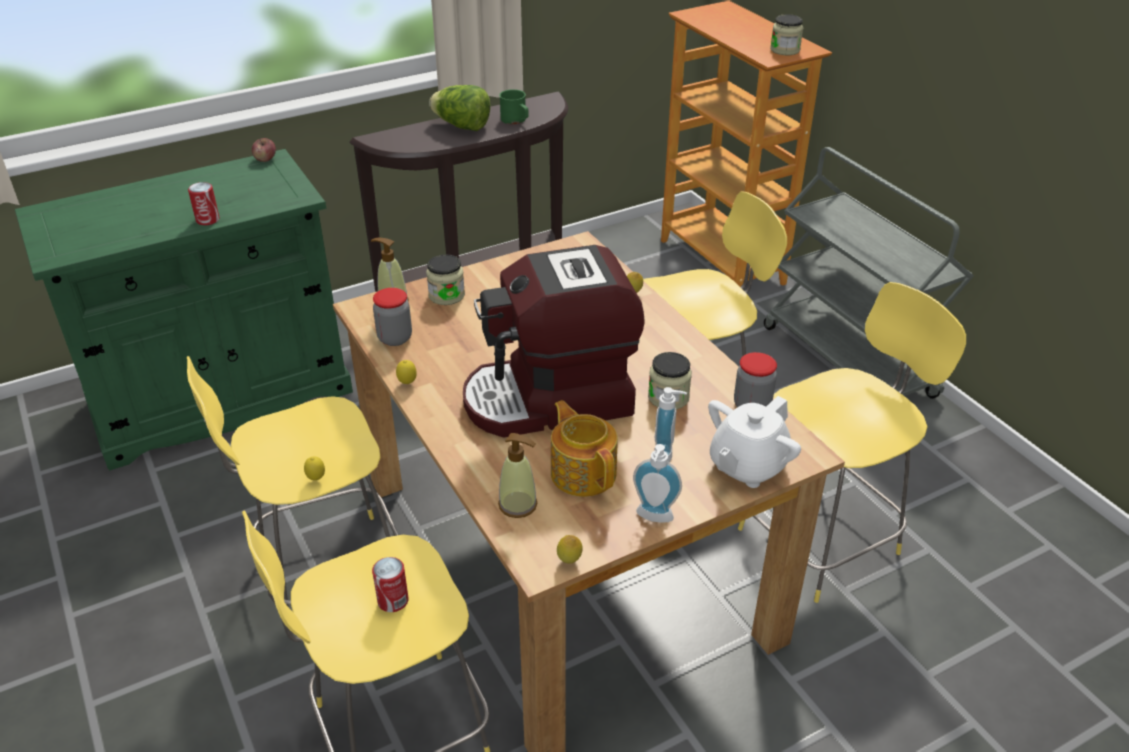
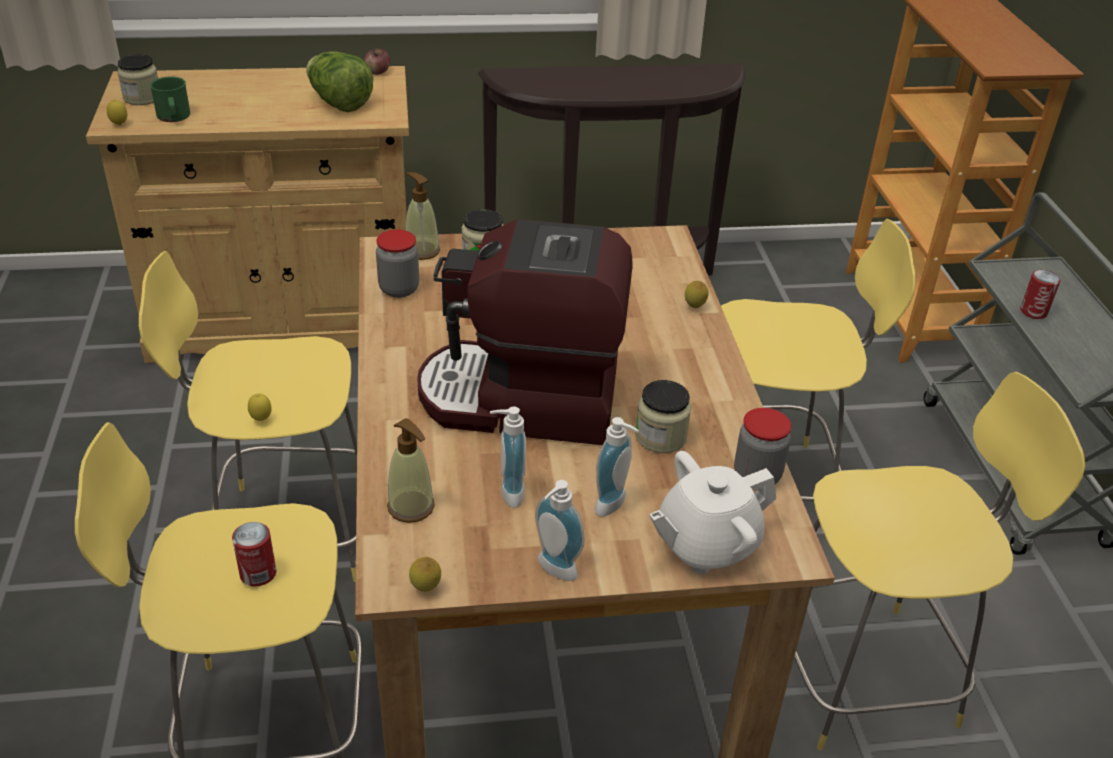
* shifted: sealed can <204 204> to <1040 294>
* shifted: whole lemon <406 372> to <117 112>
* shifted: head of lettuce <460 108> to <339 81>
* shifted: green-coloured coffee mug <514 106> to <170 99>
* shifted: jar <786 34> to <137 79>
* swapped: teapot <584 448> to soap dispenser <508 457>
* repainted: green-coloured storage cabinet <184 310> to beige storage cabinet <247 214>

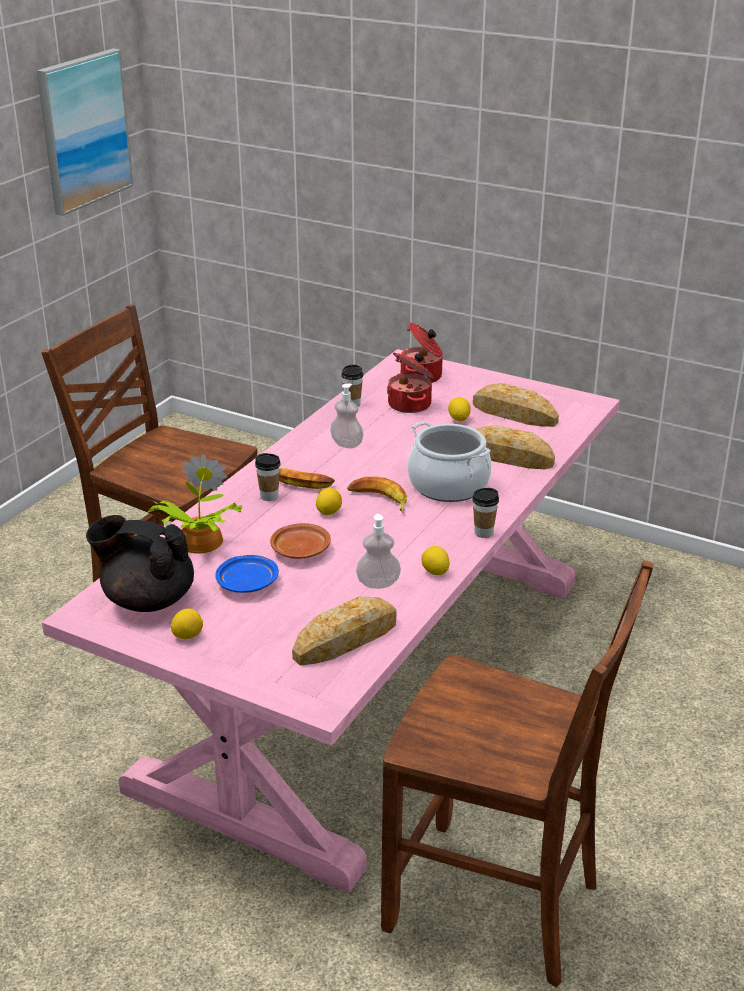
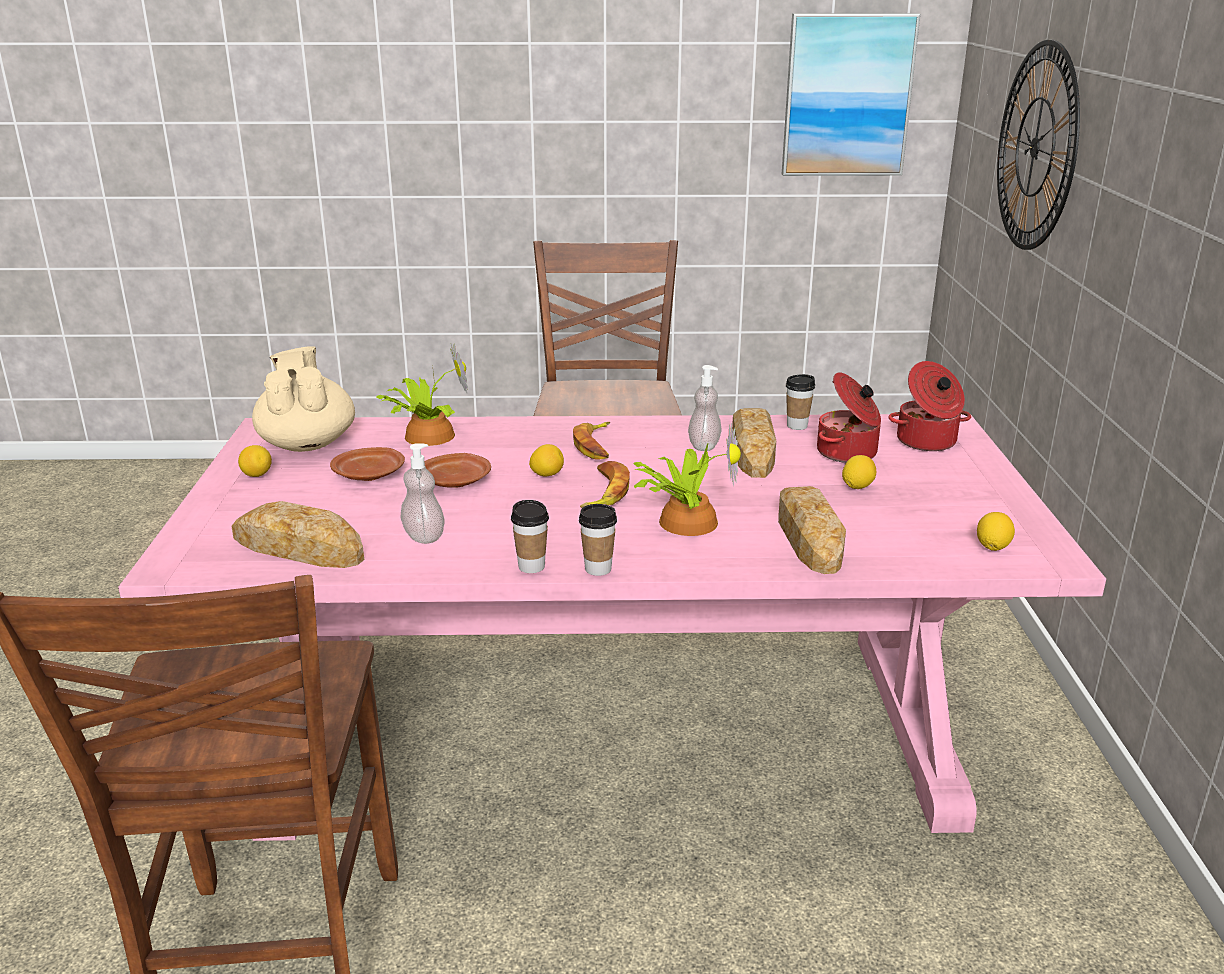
* new: clock on the wall <1038 144>
* shifted: small cup <268 477> to <530 536>
* shifted: whole lemon <435 560> to <996 531>
* shifted: bread <516 405> to <754 443>
* swapped: saucepot <450 462> to potted plant <687 479>
* repainted: blackish teapot <140 563> to beige teapot <303 399>
* repainted: blue dinner plate <247 574> to brown dinner plate <367 464>

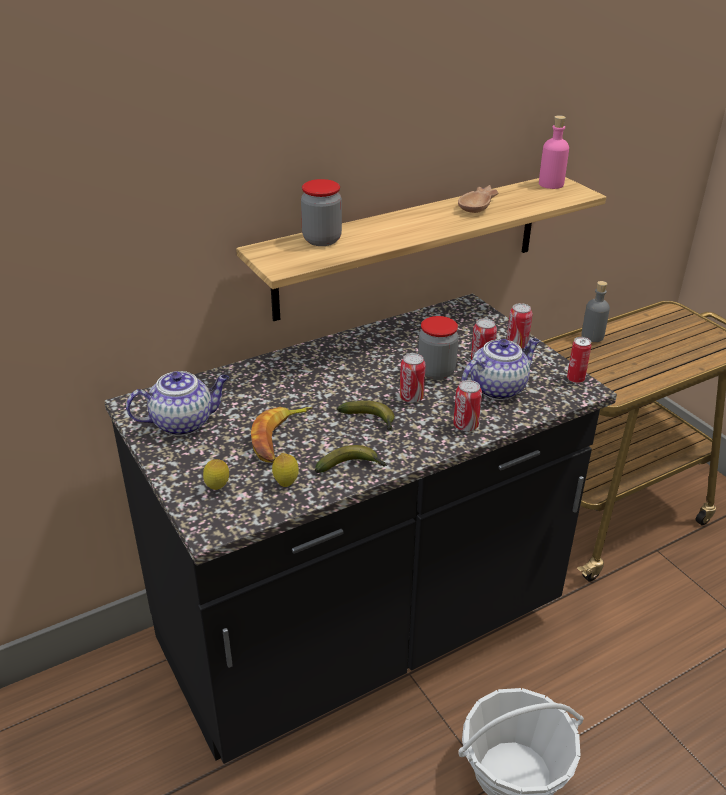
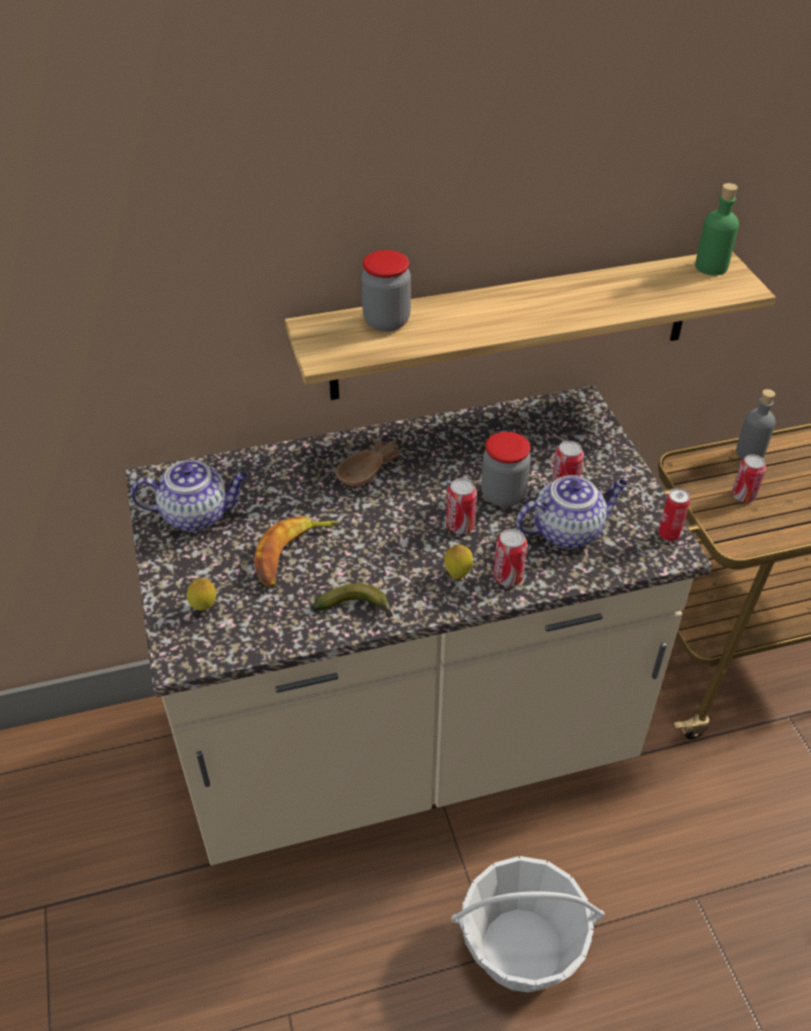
* gone: whole banana <366 416>
* shifted: whole lemon <285 470> to <458 561>
* shifted: brown deep dish <478 199> to <367 462>
* shifted: sealed can <519 326> to <749 478>
* repainted: blackish kitchen counter <360 529> to beige kitchen counter <418 625>
* repainted: pinkish beverage bottle <554 152> to green-coloured beverage bottle <717 229>

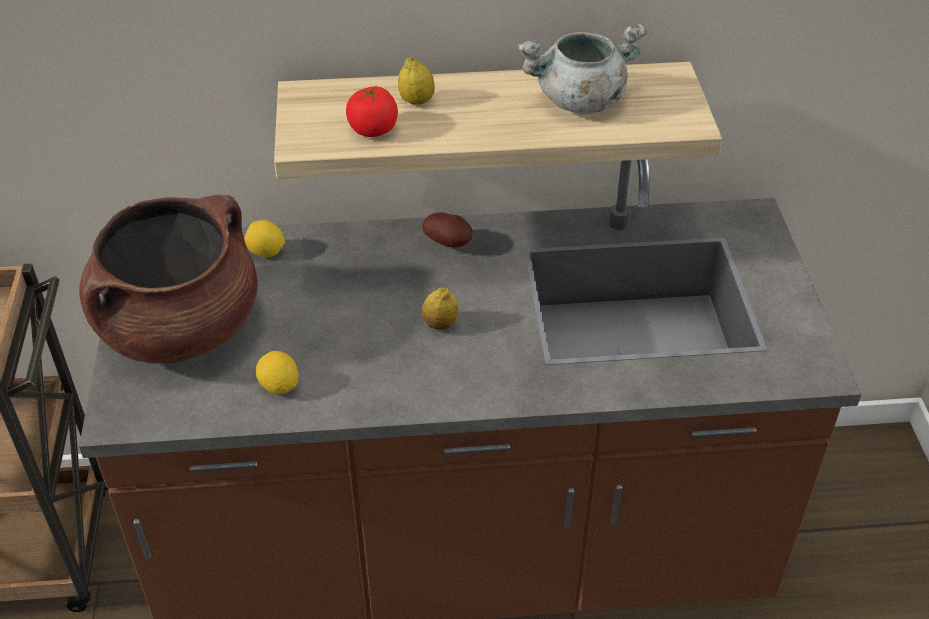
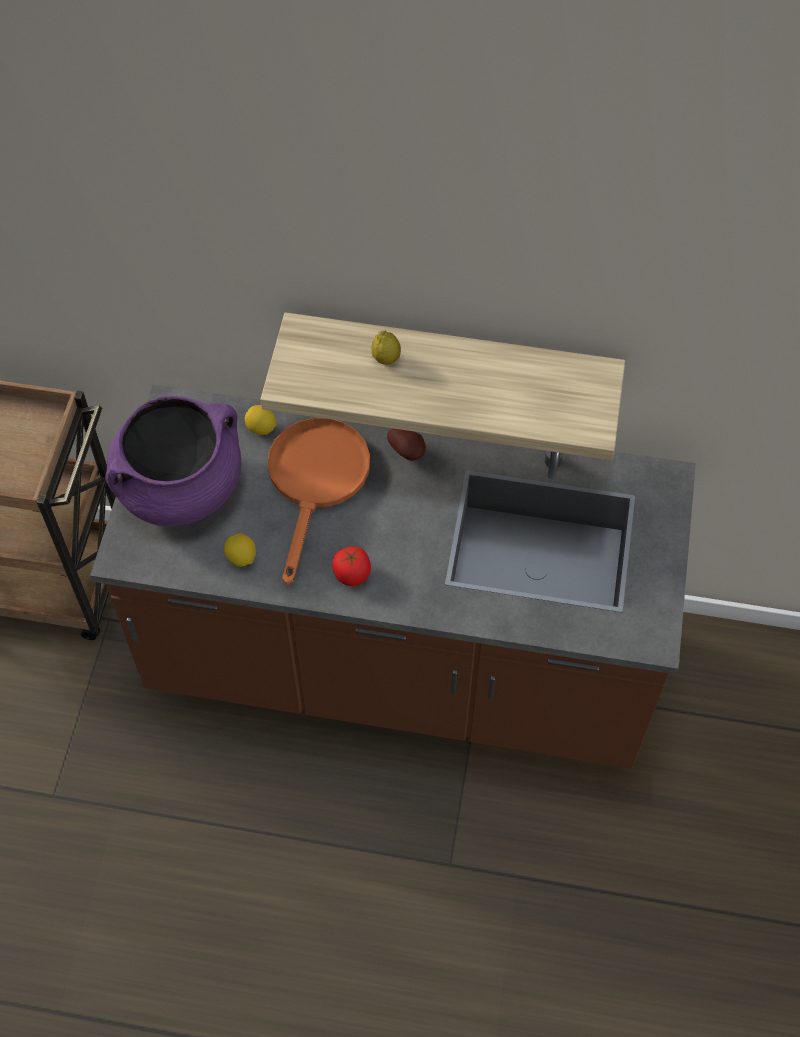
* gone: whole lemon <440 308>
* gone: gray saucepot <582 68>
* new: orange skillet <319 501>
* shifted: whole tomato <372 111> to <351 566>
* repainted: brown saucepot <168 279> to purple-coloured saucepot <173 461>

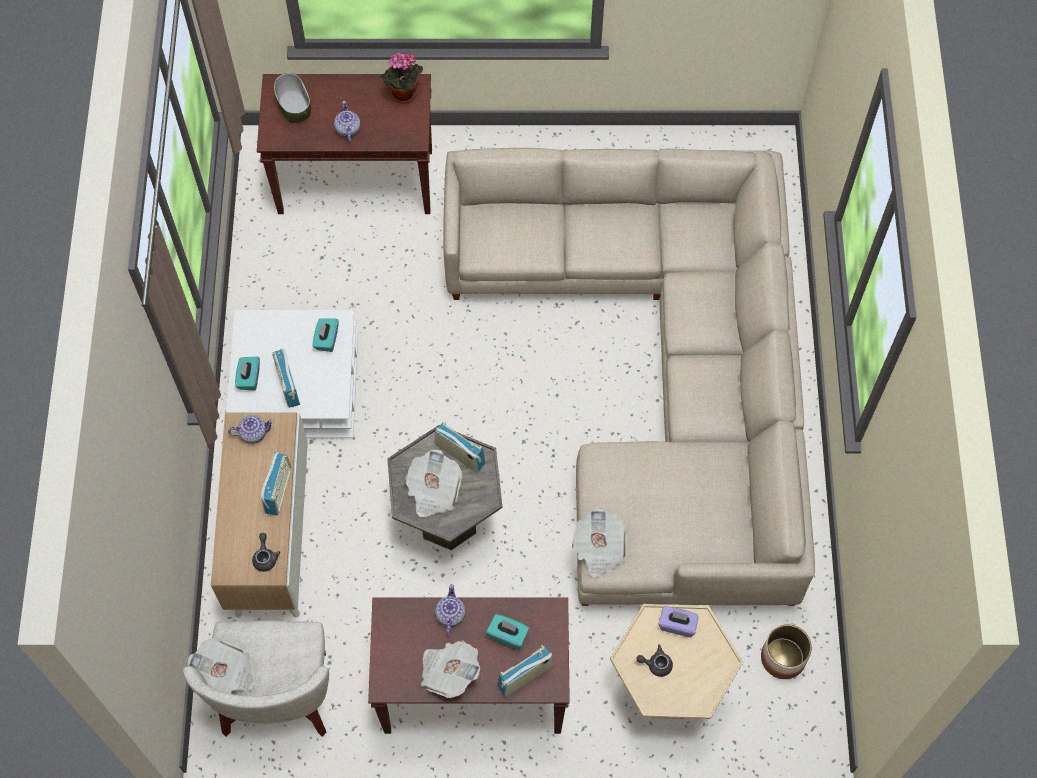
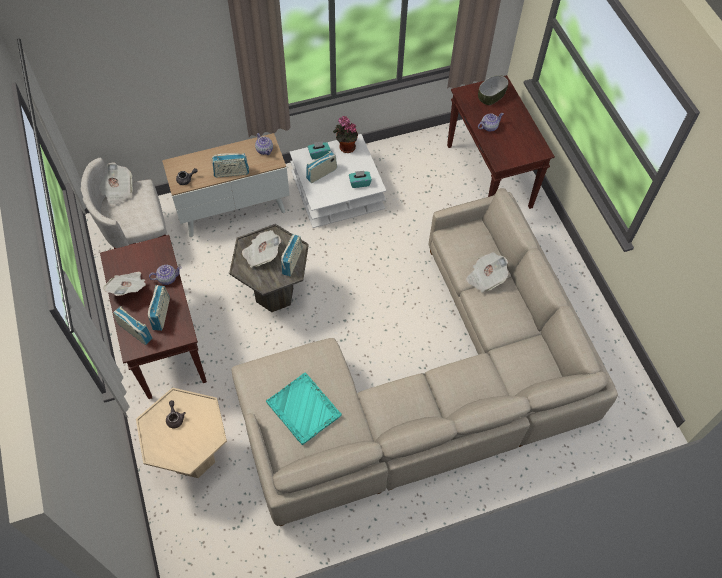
* gone: purple-coloured tissue holder <678 621>
* gone: planter <786 651>
* new: turquoise-coloured carrying tray <304 409>
* shifted: potted plant <401 78> to <345 134>
* shifted: daily paper <600 543> to <487 273>
* swapped: turquoise-coloured tissue holder <507 631> to radio receiver <159 308>

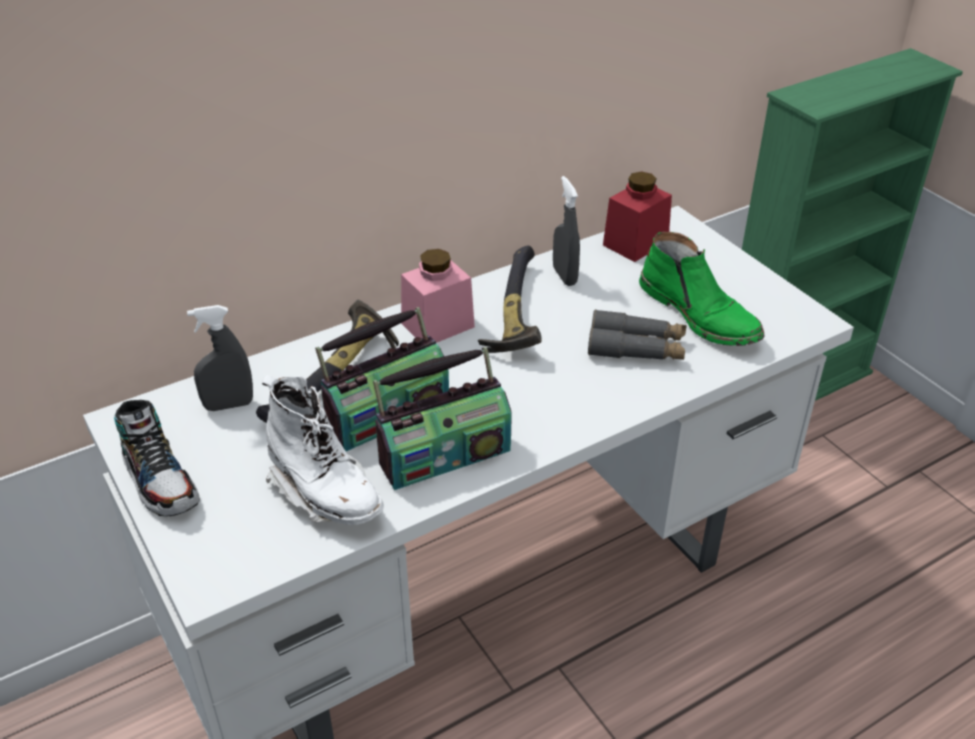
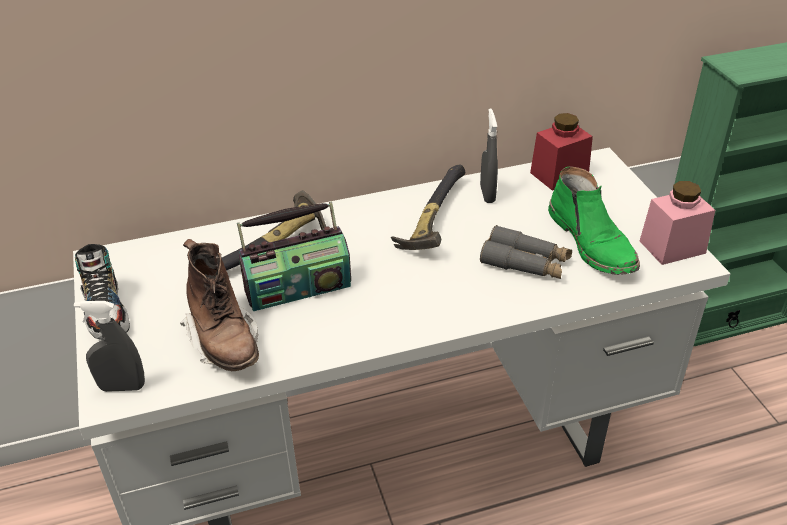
* gone: radio receiver <442 418>
* shifted: gray hand sprayer <220 358> to <109 346>
* shifted: pinkish jar <438 296> to <677 223>
* repainted: white high-top boot <323 450> to brown high-top boot <219 305>

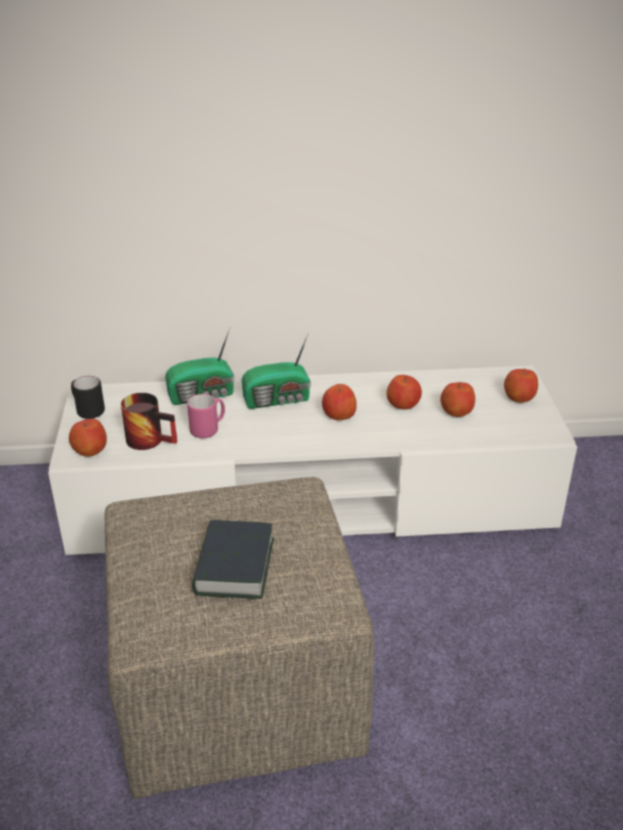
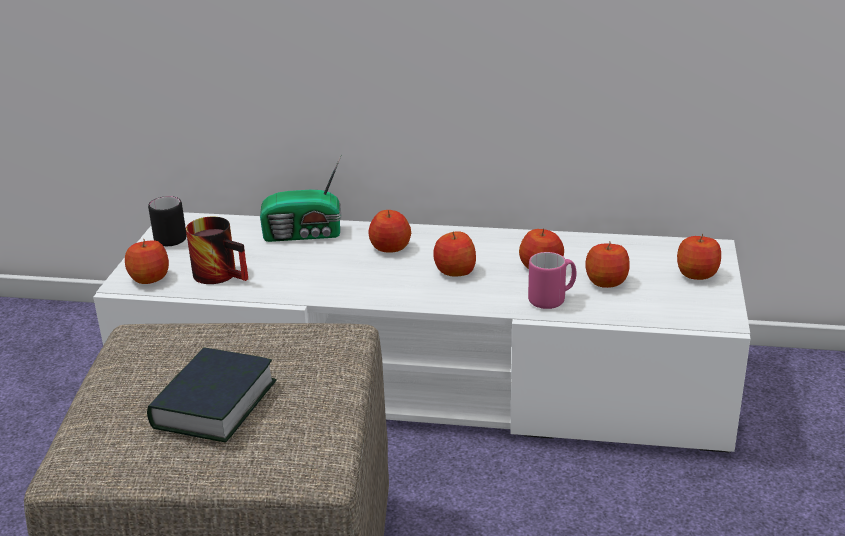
* shifted: pinkish coffee mug <206 416> to <552 280>
* swapped: radio receiver <276 371> to apple fruit <390 231>

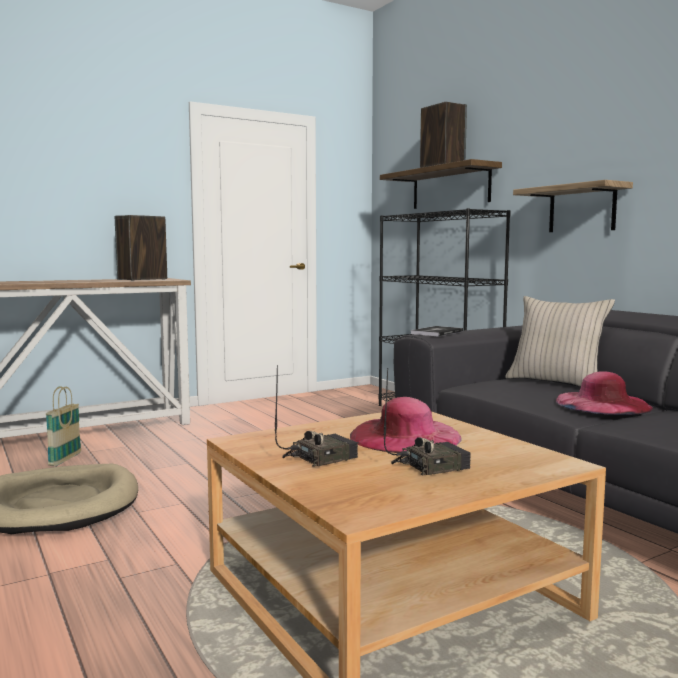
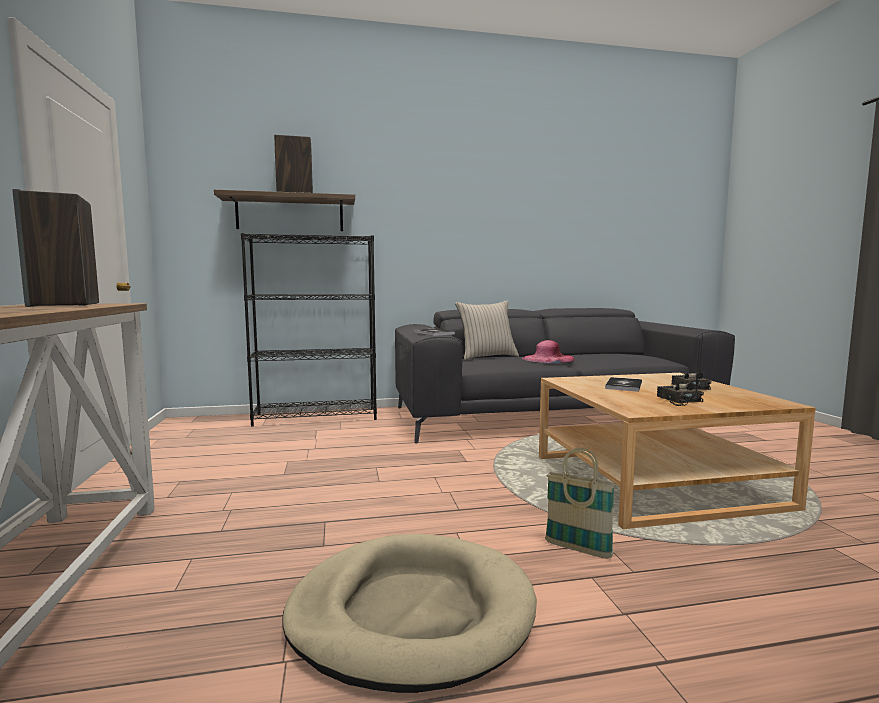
* gone: bracket shelf <573 206>
* shifted: household basket <63 426> to <580 503>
* swapped: pinkish clothing hat <406 425> to bound book <623 384>

